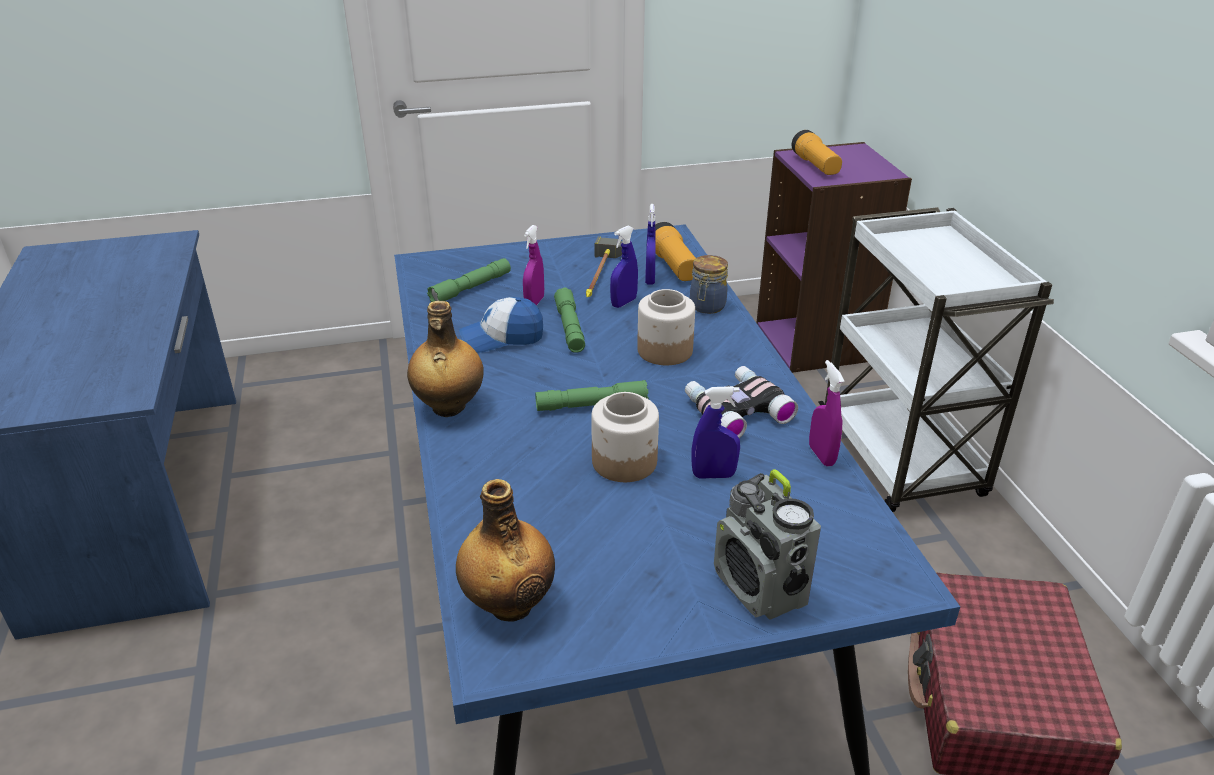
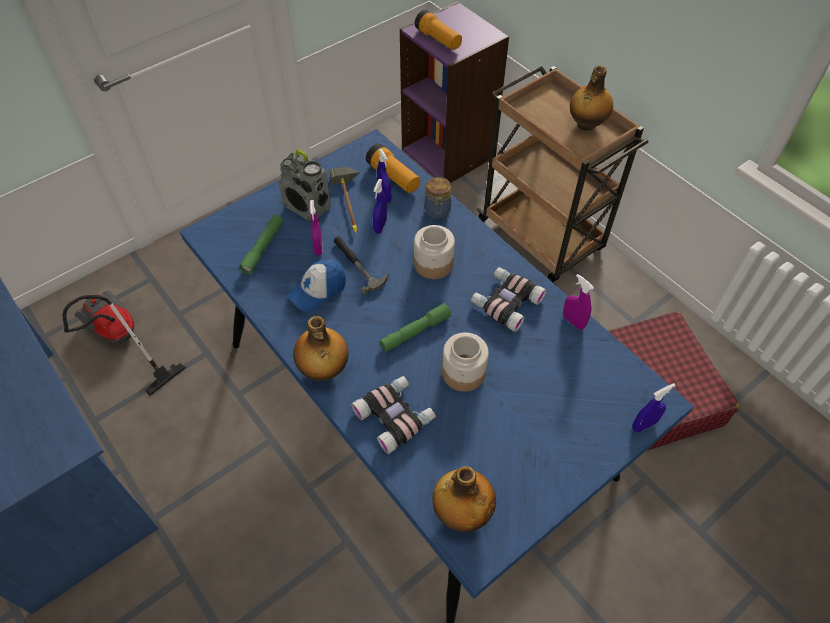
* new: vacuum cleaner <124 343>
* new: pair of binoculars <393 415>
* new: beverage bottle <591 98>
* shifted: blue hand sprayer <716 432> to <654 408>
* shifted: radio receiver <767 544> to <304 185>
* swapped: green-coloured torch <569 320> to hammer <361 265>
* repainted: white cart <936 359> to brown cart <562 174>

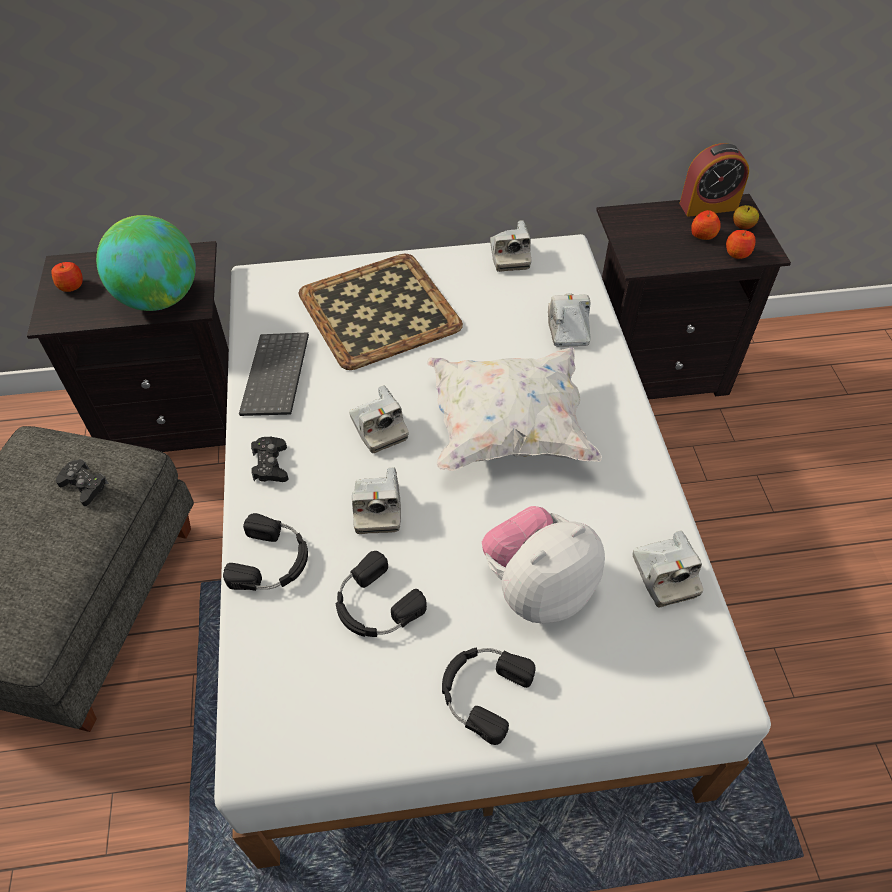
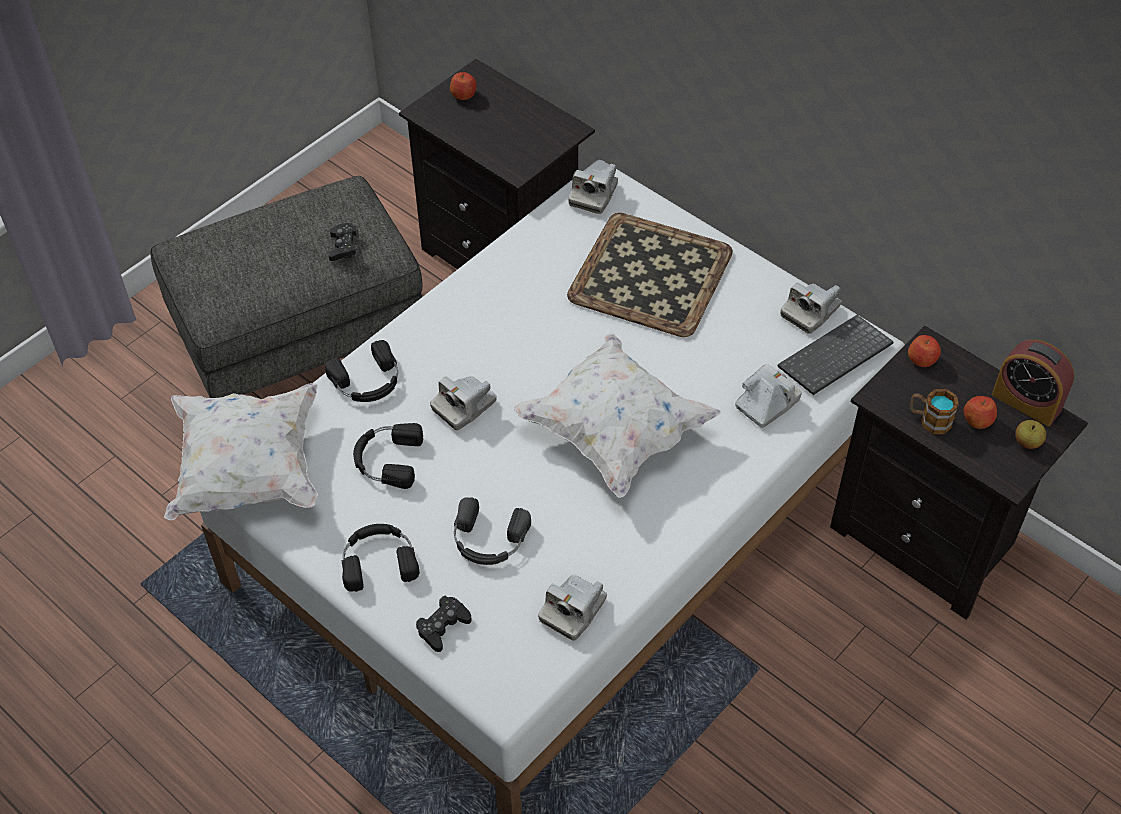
* gone: globe <146 263>
* new: white cushion <241 452>
* new: coffee mug <934 411>
* shifted: computer keyboard <274 374> to <835 355>
* shifted: blackish gamepad <269 459> to <443 624>
* shifted: still camera <379 419> to <593 189>
* shifted: apple fruit <741 244> to <924 351>
* swapped: soft toy <543 565> to blackish headset <492 531>

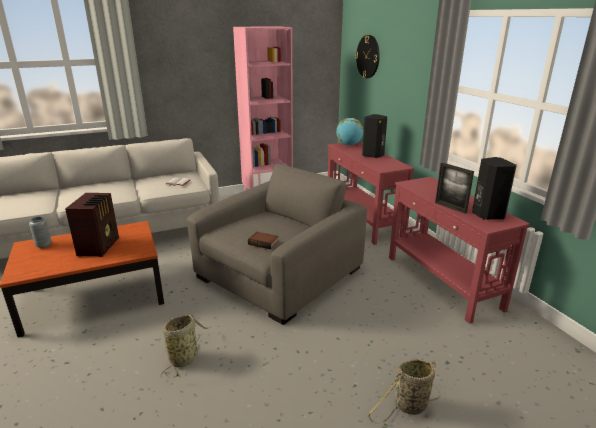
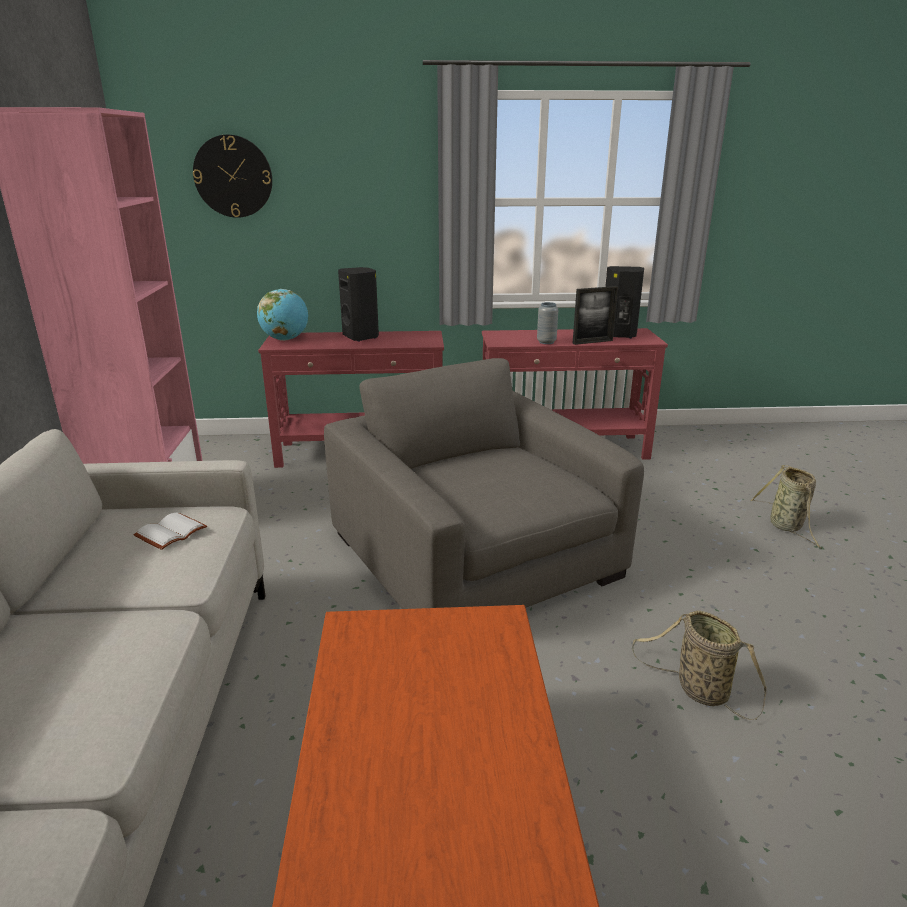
* gone: radio receiver <92 225>
* gone: bound book <263 240>
* shifted: gray vase <40 232> to <547 323>

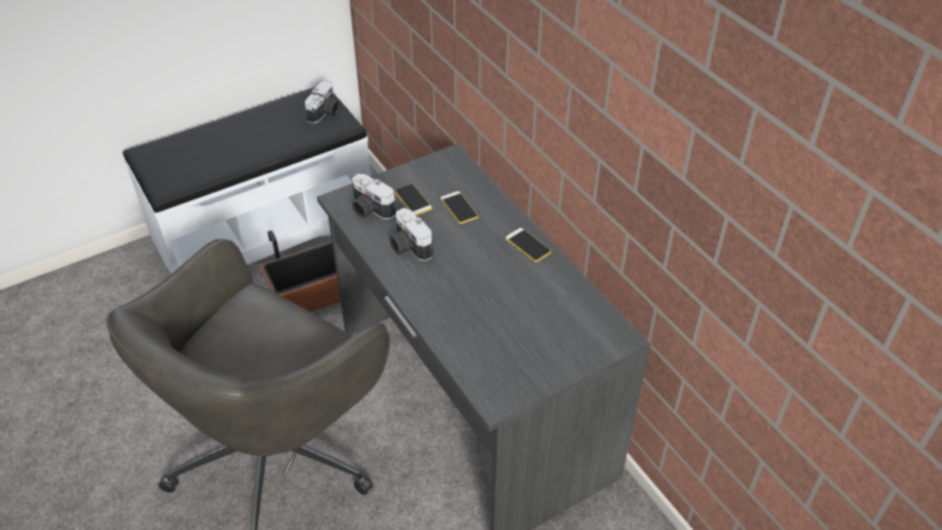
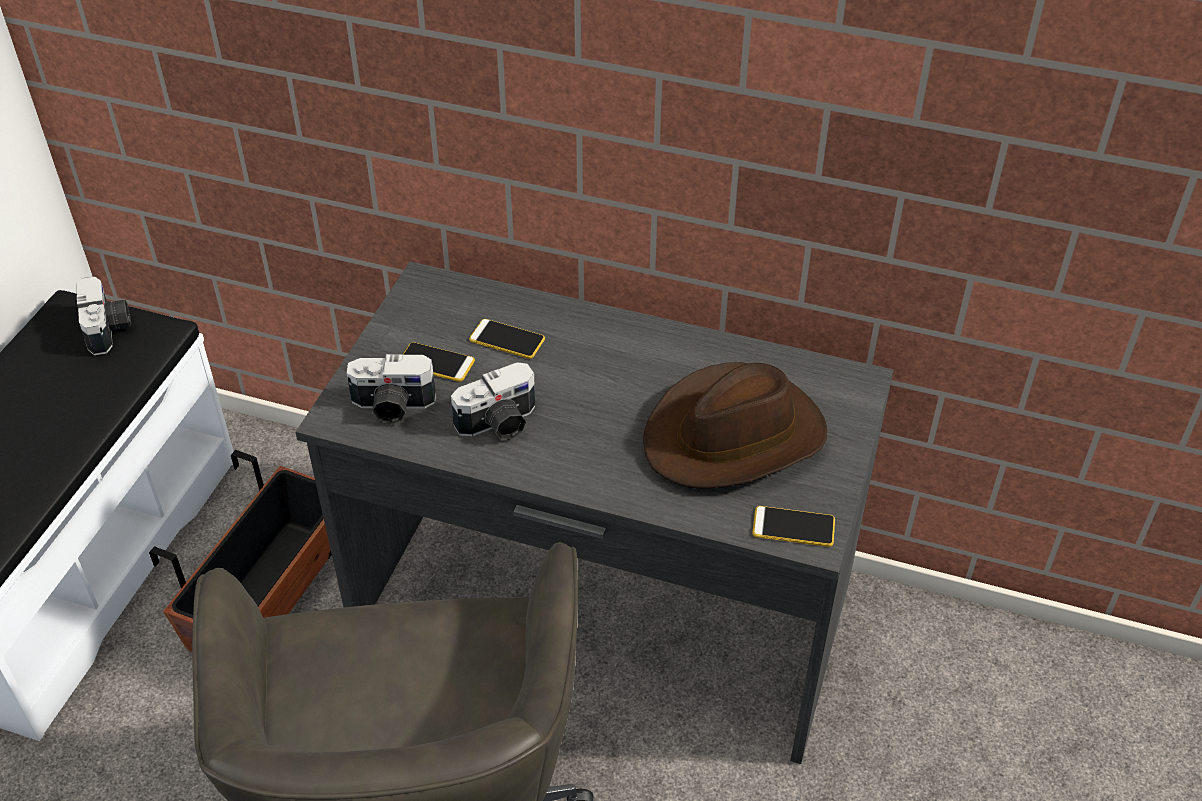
* new: brown clothing hat <735 425>
* shifted: phone <528 245> to <793 526>
* rotated: still camera <411 234> = <493 401> 45 degrees counterclockwise

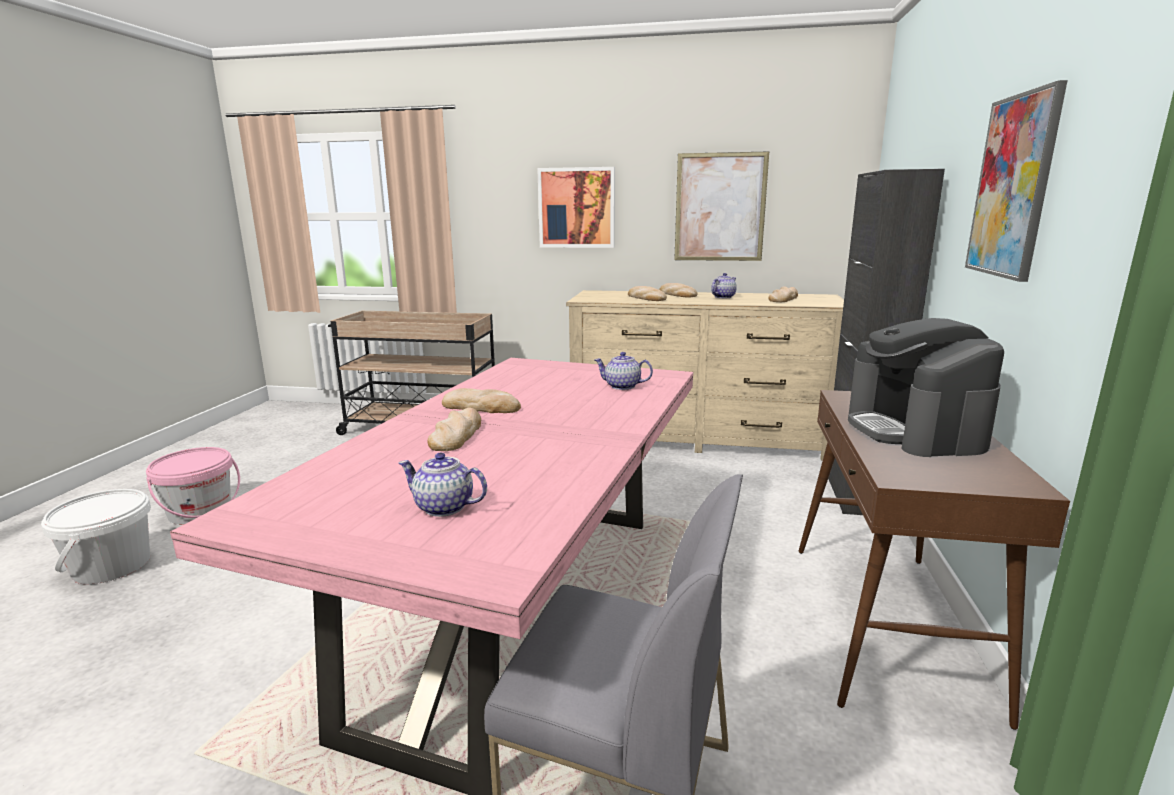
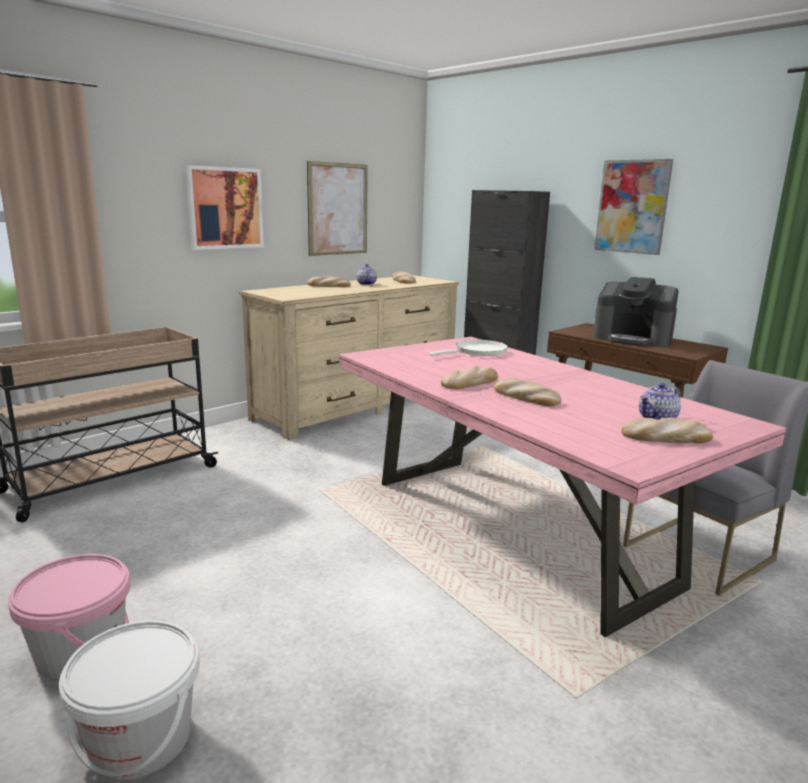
* shifted: bread <647 293> to <667 430>
* swapped: teapot <623 371> to white skillet <468 348>

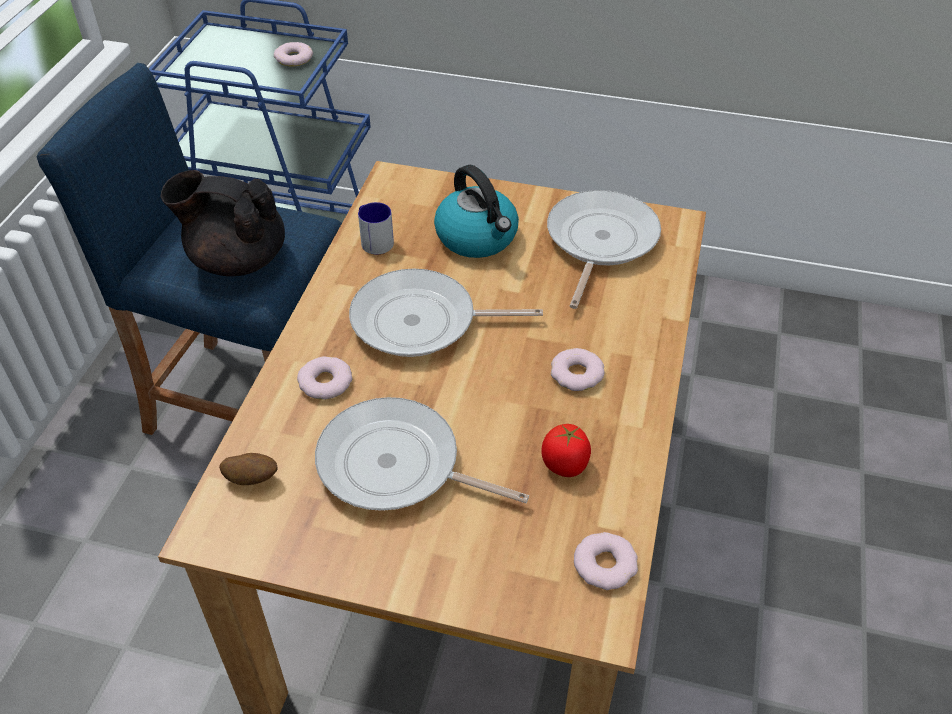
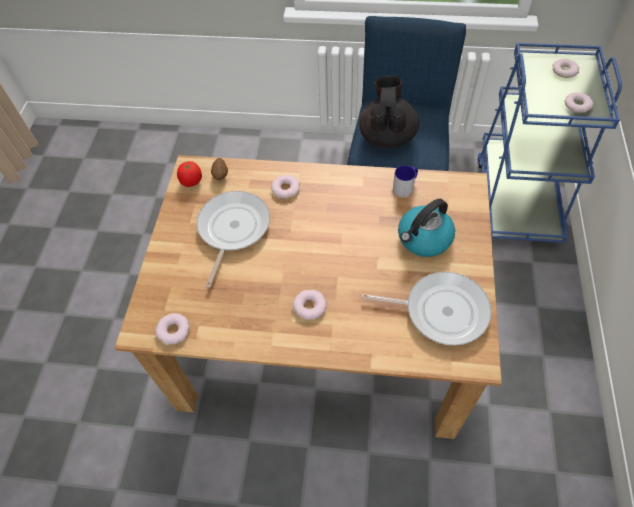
* gone: skillet <446 313>
* new: ring doughnut <565 68>
* shifted: whole tomato <566 450> to <189 174>

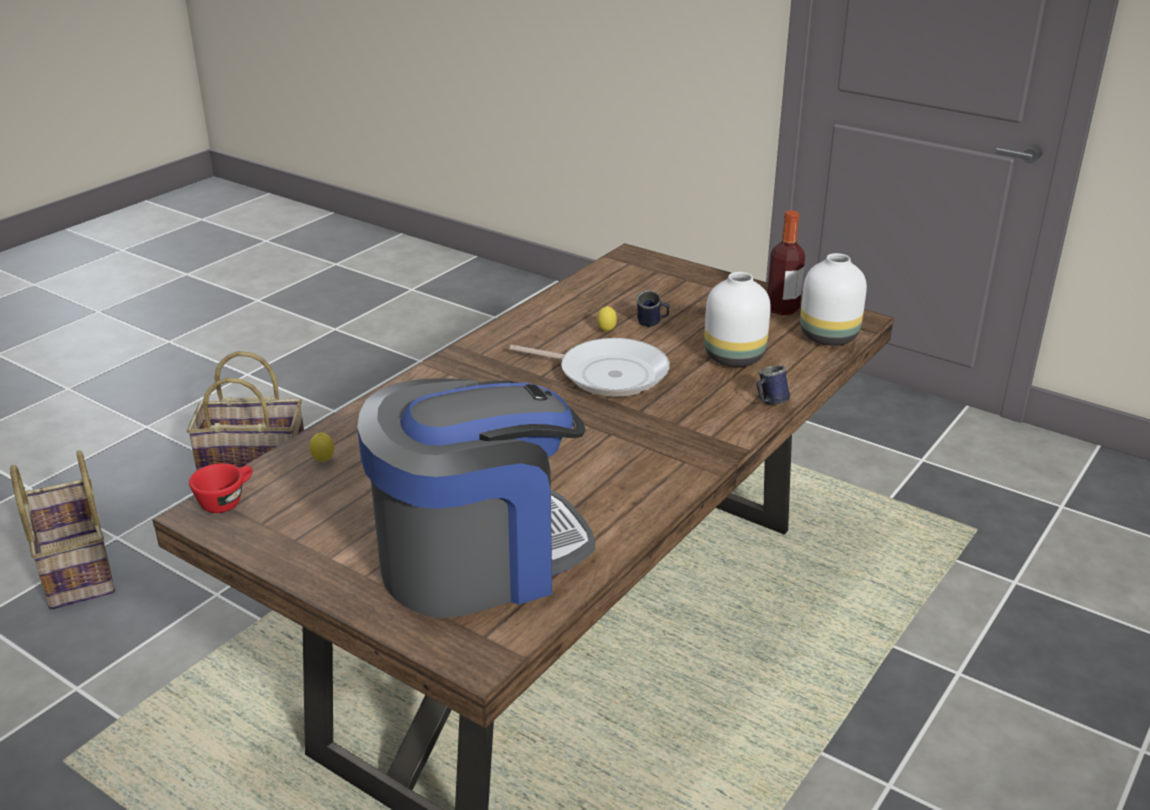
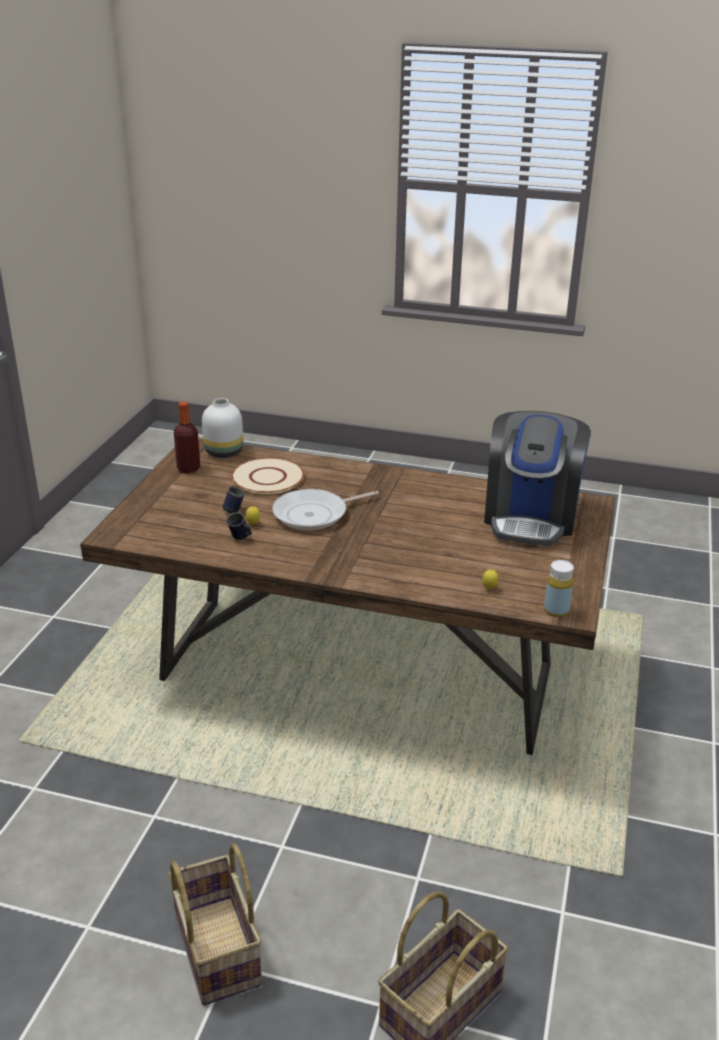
* shifted: blue coffee mug <773 385> to <239 526>
* swapped: red small cup <220 488> to yellow beverage bottle <559 588>
* swapped: white vase <737 319> to beige dinner plate <268 476>
* rotated: coffee machine <476 498> = <537 478> 120 degrees counterclockwise
* rotated: skillet <589 367> = <325 509> 120 degrees counterclockwise

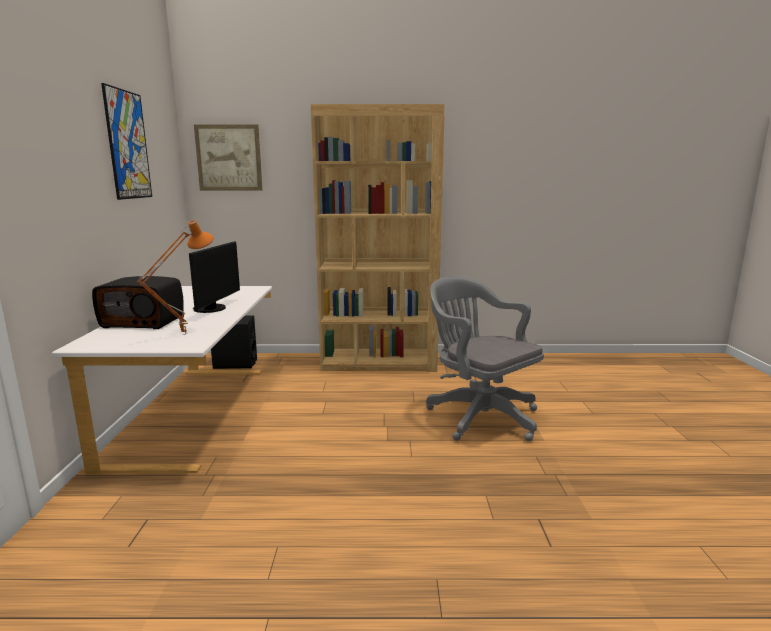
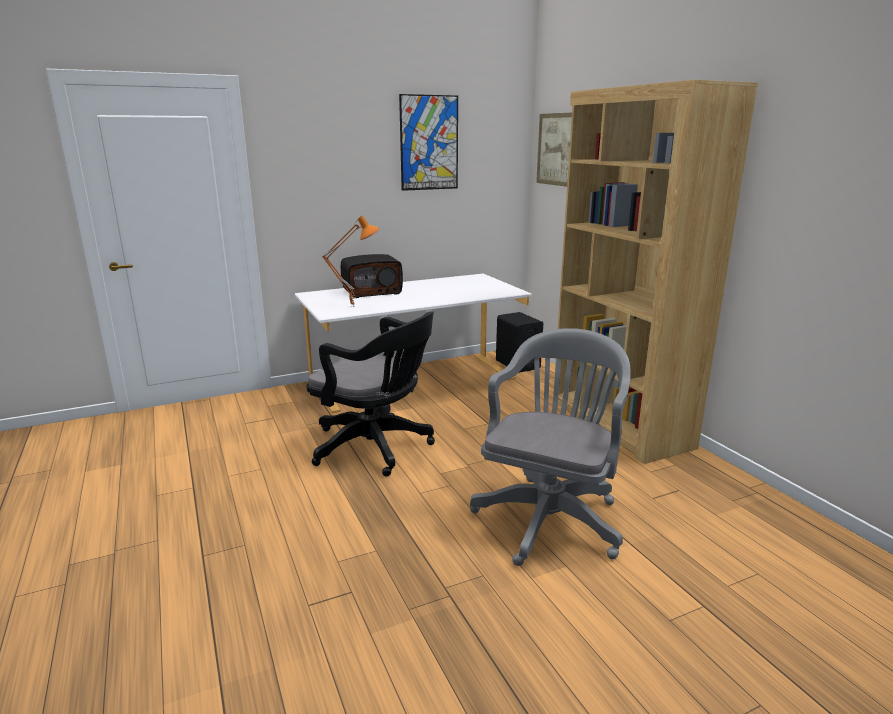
* gone: computer display <214 277>
* new: blackish office chair <371 394>
* rotated: radio receiver <138 302> = <372 276> 90 degrees counterclockwise

